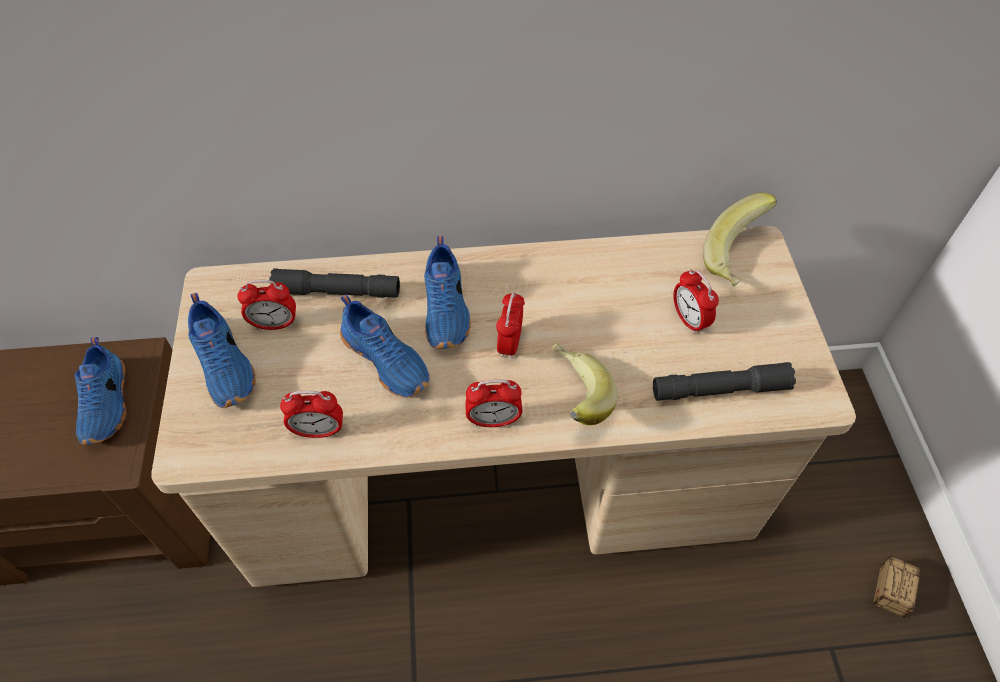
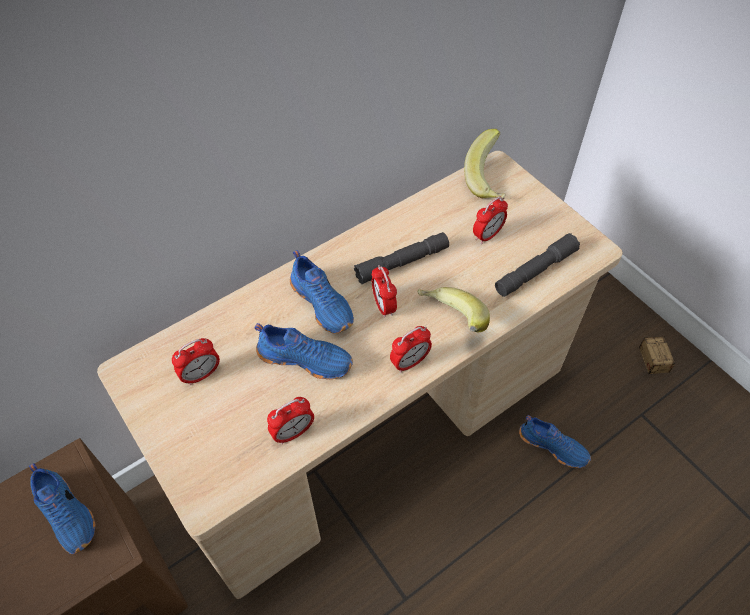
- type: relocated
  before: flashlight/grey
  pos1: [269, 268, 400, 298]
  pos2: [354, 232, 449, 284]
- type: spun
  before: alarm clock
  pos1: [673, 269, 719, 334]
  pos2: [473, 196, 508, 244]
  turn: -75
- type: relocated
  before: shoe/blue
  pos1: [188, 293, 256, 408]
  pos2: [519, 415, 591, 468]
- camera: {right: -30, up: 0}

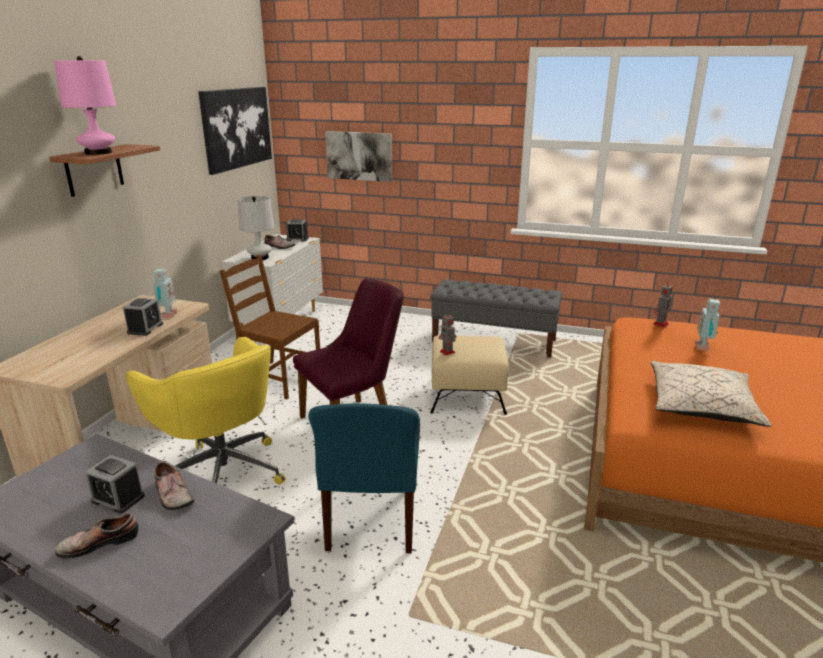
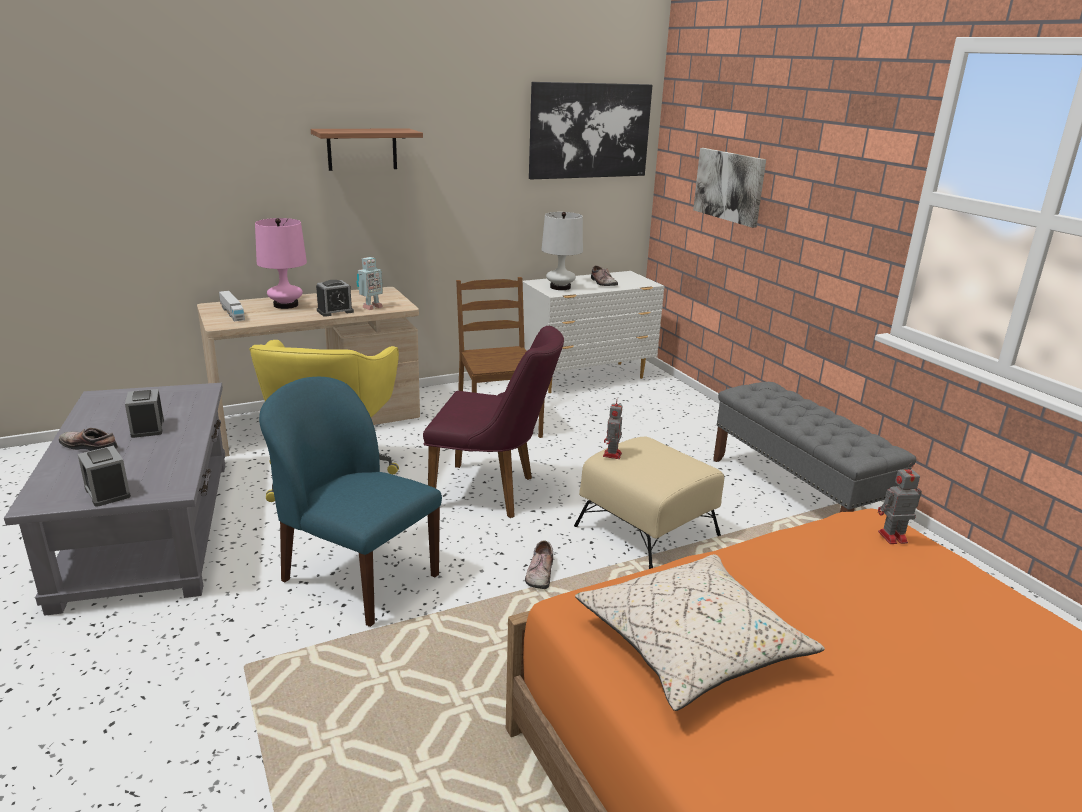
- type: relocated
  before: alarm clock
  pos1: [286, 219, 309, 242]
  pos2: [78, 446, 131, 507]
- type: appeared
  after: toy truck
  pos2: [219, 291, 245, 321]
- type: relocated
  before: table lamp/pink
  pos1: [54, 56, 116, 155]
  pos2: [255, 218, 307, 309]
- type: spun
  before: chair/blue
  pos1: [308, 403, 420, 553]
  pos2: [259, 377, 442, 627]
  turn: 75
- type: relocated
  before: shoe
  pos1: [154, 462, 194, 510]
  pos2: [525, 540, 553, 589]
- type: missing
  before: toy robot
  pos1: [695, 299, 720, 351]
- camera: {right: 45, up: 0}

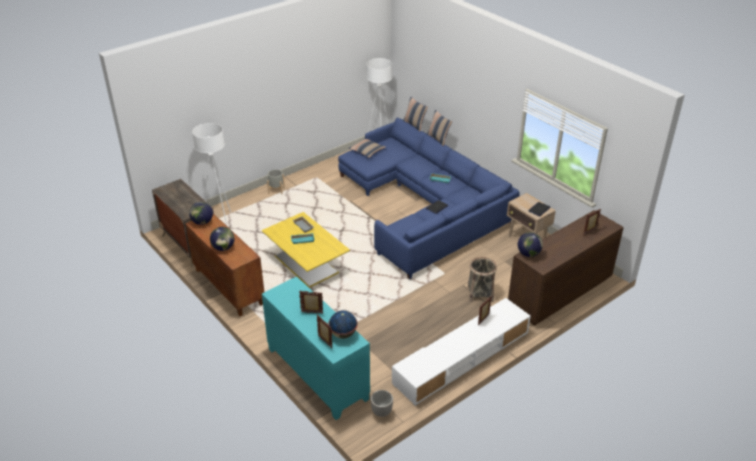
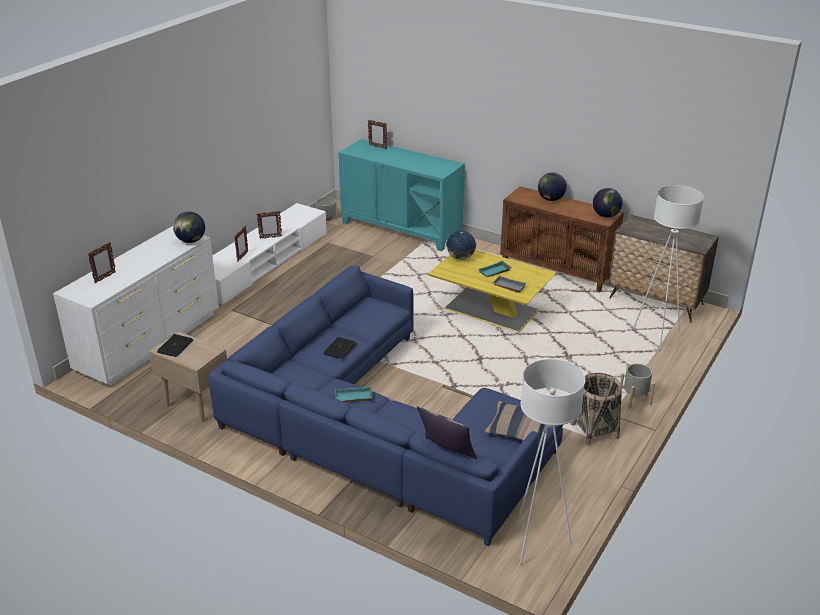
- type: colour
  before: dresser/brown
  after: dresser/white
  pos1: [508, 210, 624, 326]
  pos2: [53, 226, 219, 386]
- type: relocated
  before: picture frame
  pos1: [299, 291, 323, 313]
  pos2: [256, 211, 282, 239]
- type: relocated
  before: globe
  pos1: [328, 310, 358, 339]
  pos2: [446, 231, 476, 260]
- type: relocated
  before: basket
  pos1: [467, 257, 497, 302]
  pos2: [571, 373, 622, 446]
- type: missing
  before: pillow
  pos1: [427, 110, 452, 146]
- camera: {right: 160, up: -5}

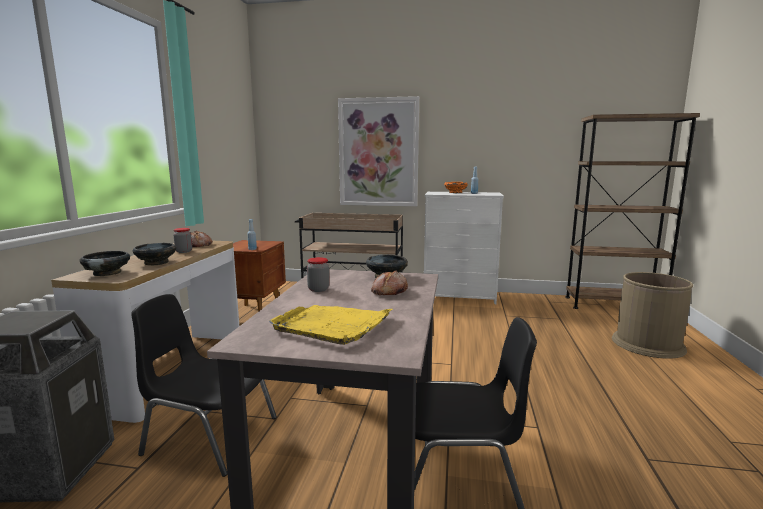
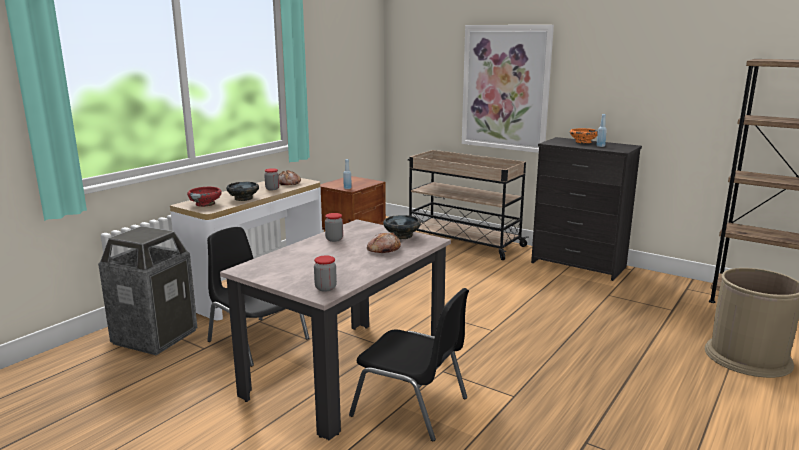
- type: colour
  before: bowl/black
  after: bowl/red
  pos1: [79, 251, 130, 276]
  pos2: [187, 187, 222, 207]
- type: appeared
  after: jar
  pos2: [314, 255, 337, 291]
- type: colour
  before: dresser/white
  after: dresser/black
  pos1: [424, 192, 504, 304]
  pos2: [531, 137, 642, 281]
- type: missing
  before: tray/yellow
  pos1: [269, 305, 392, 345]
- camera: {right: 25, up: 5}

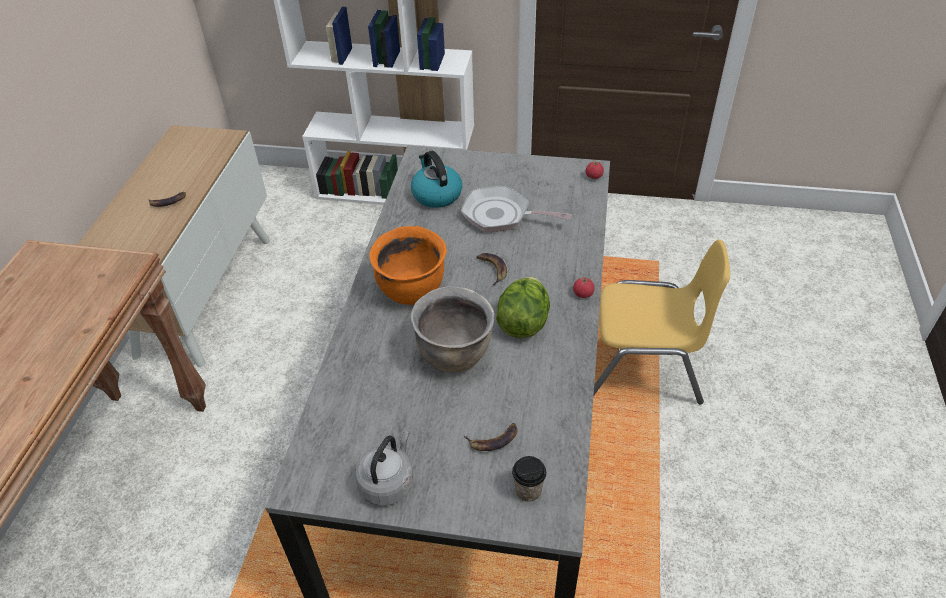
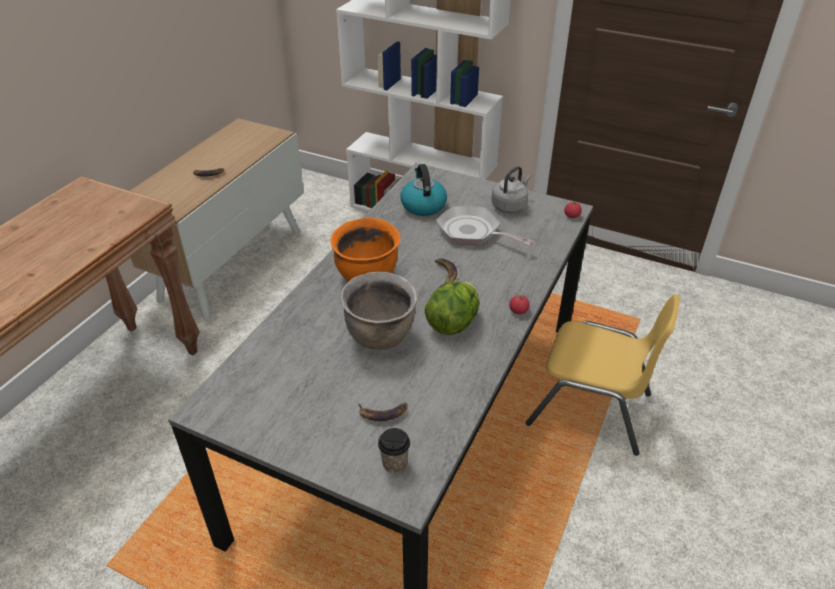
- type: relocated
  before: kettle/grey
  pos1: [355, 431, 413, 506]
  pos2: [491, 166, 530, 213]
- camera: {right: 15, up: -5}

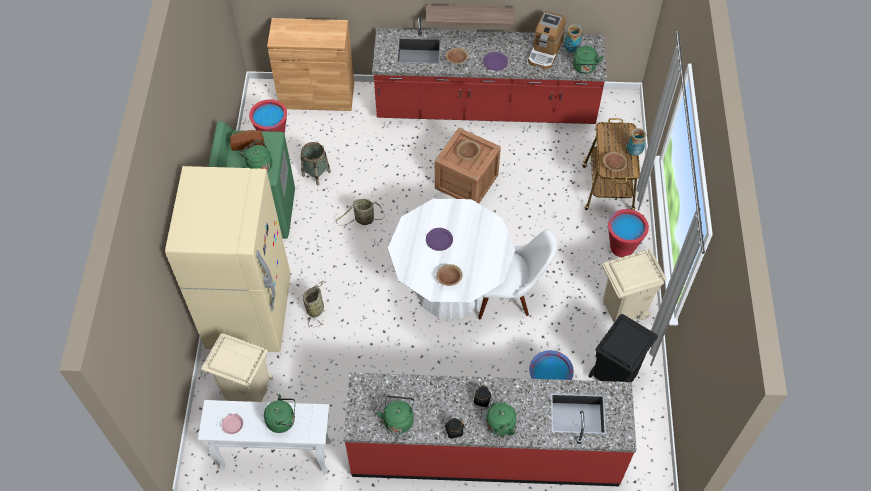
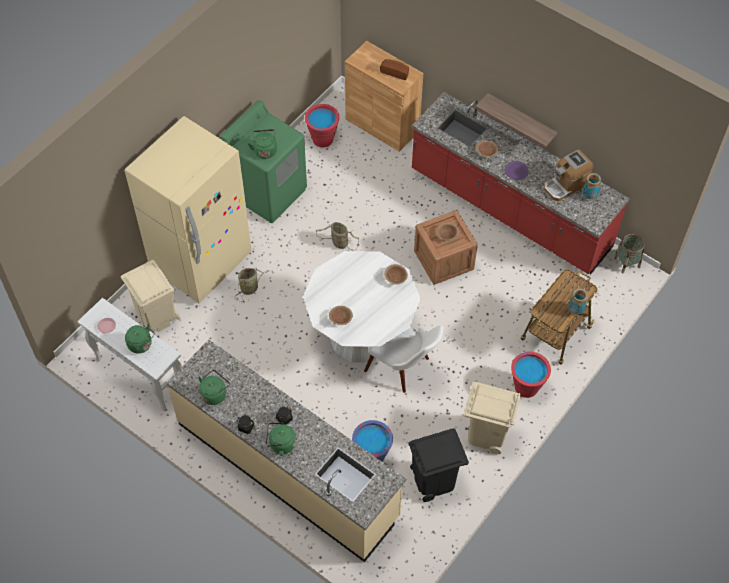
- type: colour
  before: counter/red
  after: counter/beige
  pos1: [343, 372, 637, 486]
  pos2: [166, 340, 406, 562]
- type: relocated
  before: bread
  pos1: [230, 130, 265, 151]
  pos2: [380, 59, 409, 80]
- type: relocated
  before: bowl/brown
  pos1: [603, 152, 627, 171]
  pos2: [384, 264, 408, 285]
- type: relocated
  before: basket
  pos1: [301, 142, 331, 185]
  pos2: [613, 233, 645, 273]
- type: missing
  before: plate/purple
  pos1: [426, 228, 453, 251]
- type: missing
  before: kettle/green
  pos1: [573, 46, 604, 74]
- camera: {right: 35, up: 0}

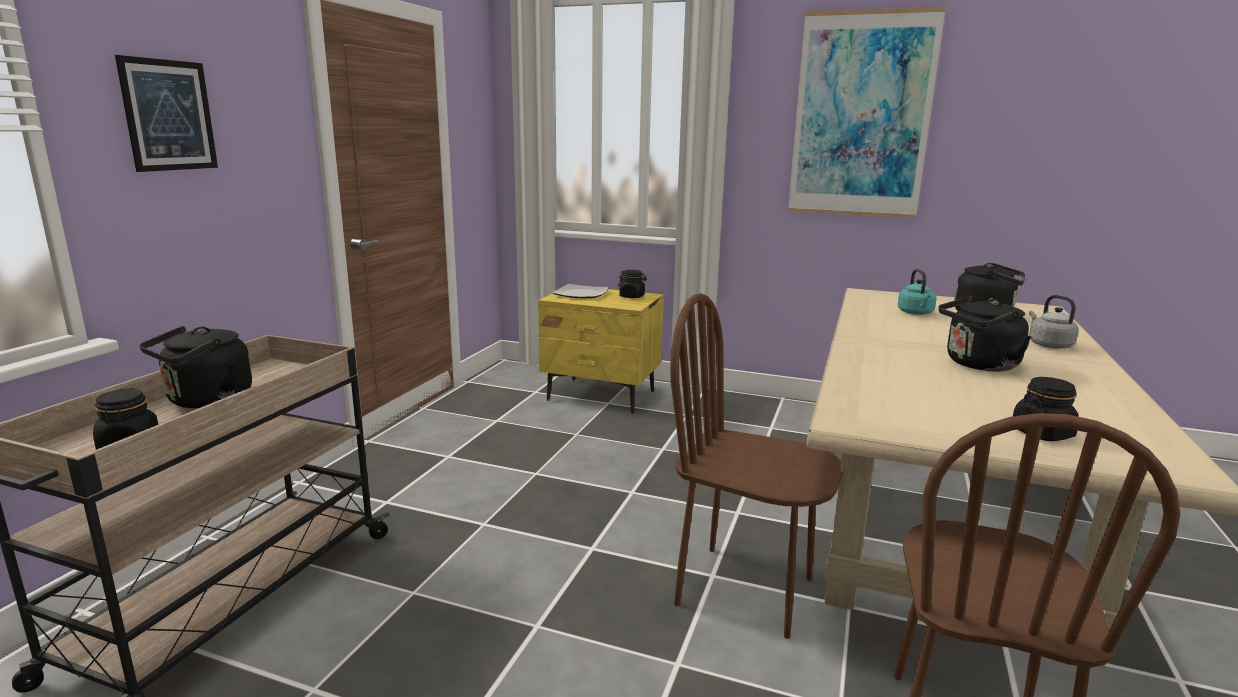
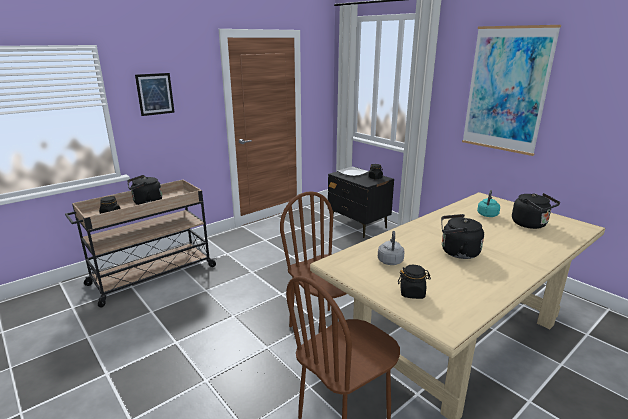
- type: colour
  before: nightstand/yellow
  after: nightstand/black
  pos1: [538, 289, 664, 414]
  pos2: [328, 167, 394, 238]
- type: relocated
  before: kettle/grey
  pos1: [1029, 295, 1079, 349]
  pos2: [378, 231, 405, 265]
- camera: {right: 30, up: 5}

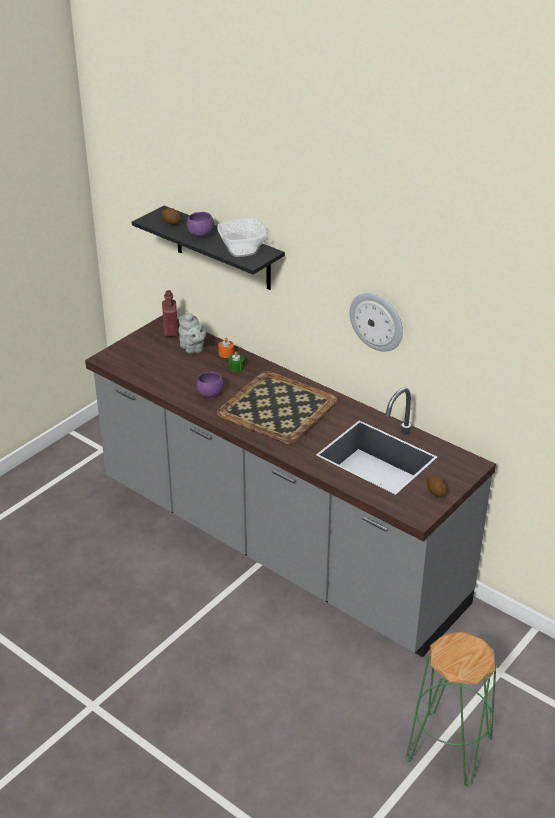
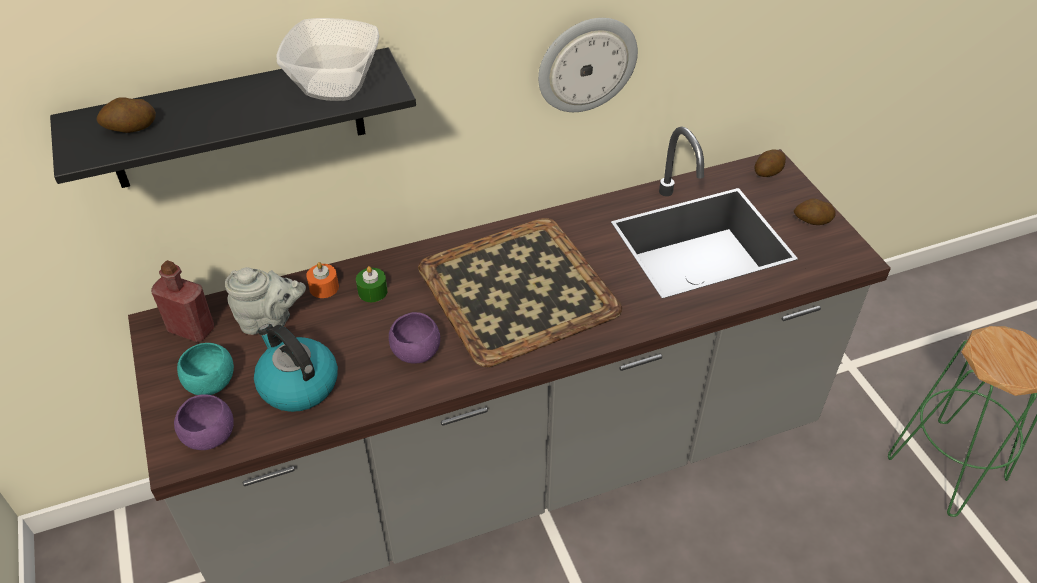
- type: relocated
  before: bowl/purple
  pos1: [187, 212, 214, 237]
  pos2: [174, 394, 234, 450]
- type: appeared
  after: bowl/turquoise
  pos2: [177, 343, 234, 395]
- type: appeared
  after: kettle
  pos2: [254, 324, 338, 412]
- type: appeared
  after: potato
  pos2: [755, 149, 786, 177]
- camera: {right: -60, up: 10}

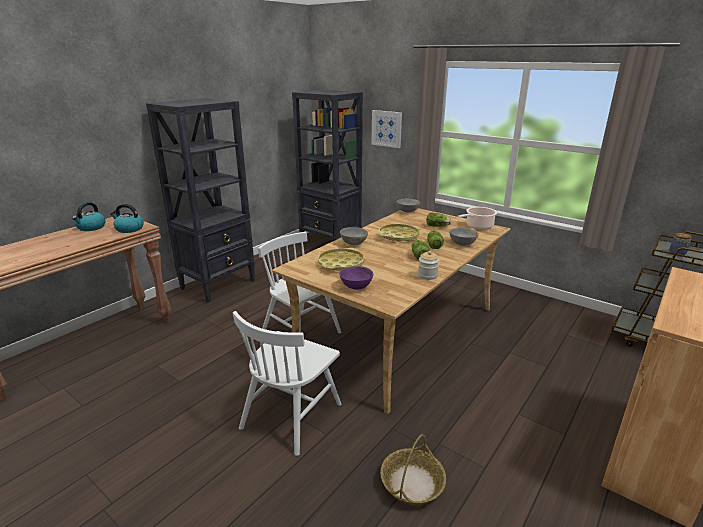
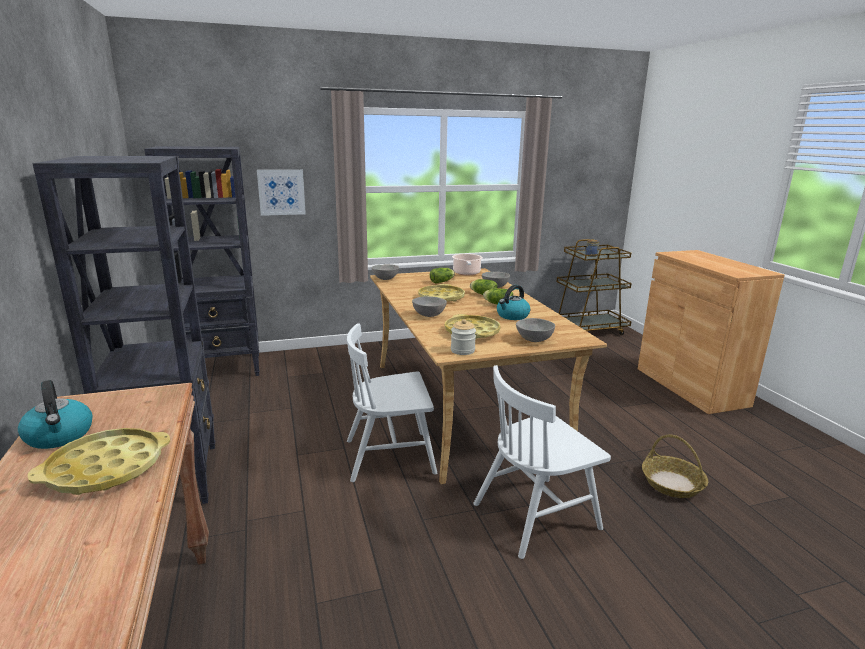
- type: appeared
  after: tray/yellow
  pos2: [28, 428, 170, 495]
- type: relocated
  before: jar
  pos1: [418, 251, 439, 280]
  pos2: [451, 319, 476, 355]
- type: spun
  before: chair/white
  pos1: [233, 311, 341, 456]
  pos2: [473, 365, 611, 559]
  turn: 90
- type: relocated
  before: kettle
  pos1: [110, 204, 144, 233]
  pos2: [497, 285, 530, 320]
- type: colour
  before: bowl/purple
  after: bowl/grey
  pos1: [339, 266, 373, 289]
  pos2: [516, 318, 555, 342]
- camera: {right: -55, up: -5}

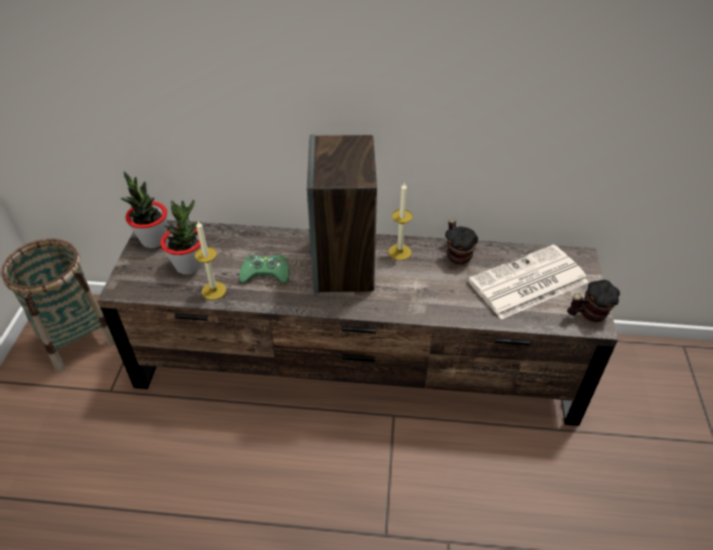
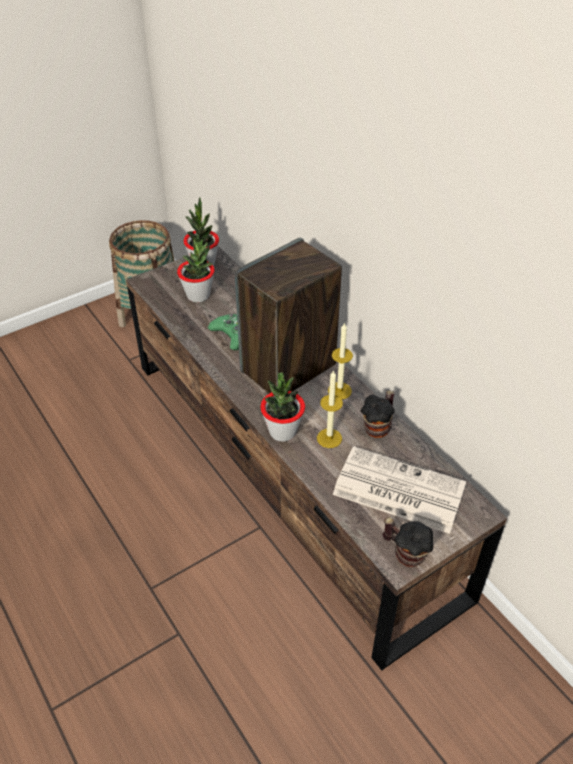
- type: appeared
  after: potted plant
  pos2: [260, 372, 305, 442]
- type: relocated
  before: candle
  pos1: [195, 221, 226, 300]
  pos2: [317, 370, 343, 448]
- camera: {right: 50, up: 0}

